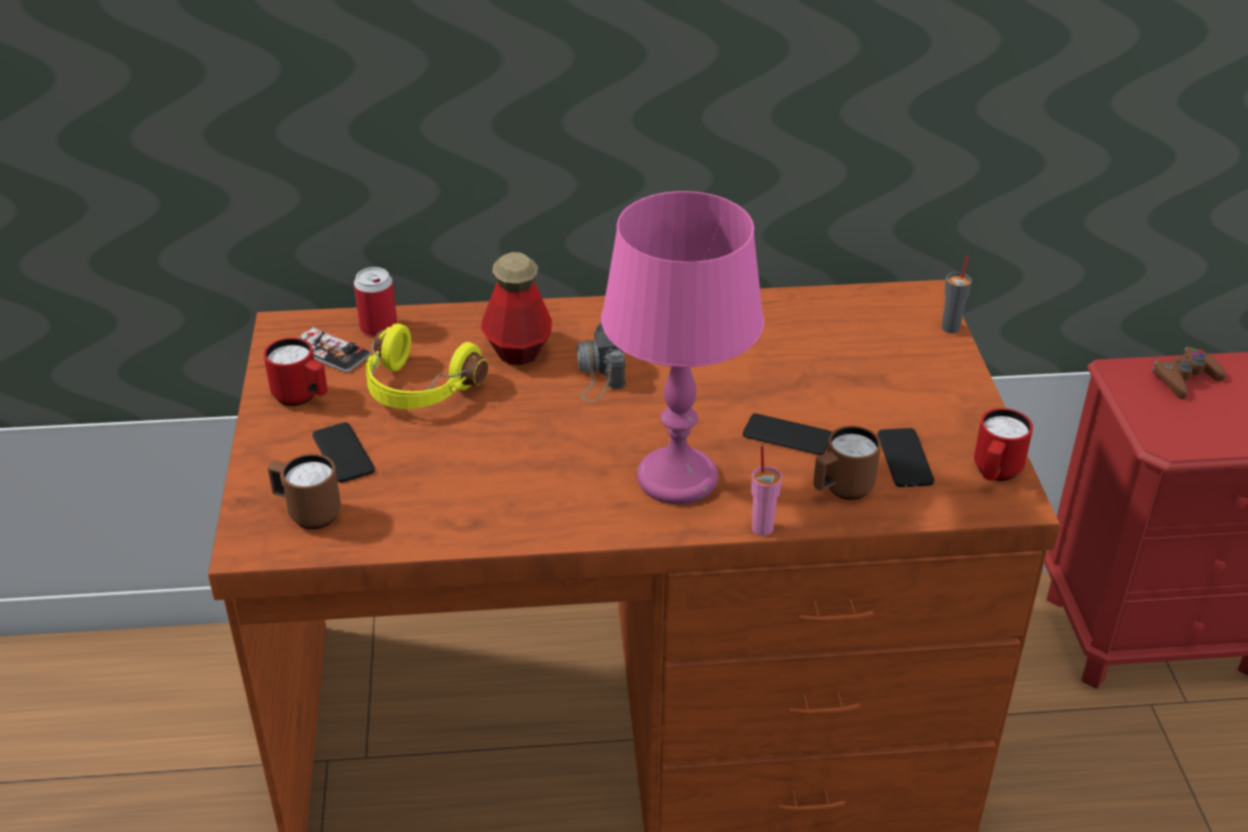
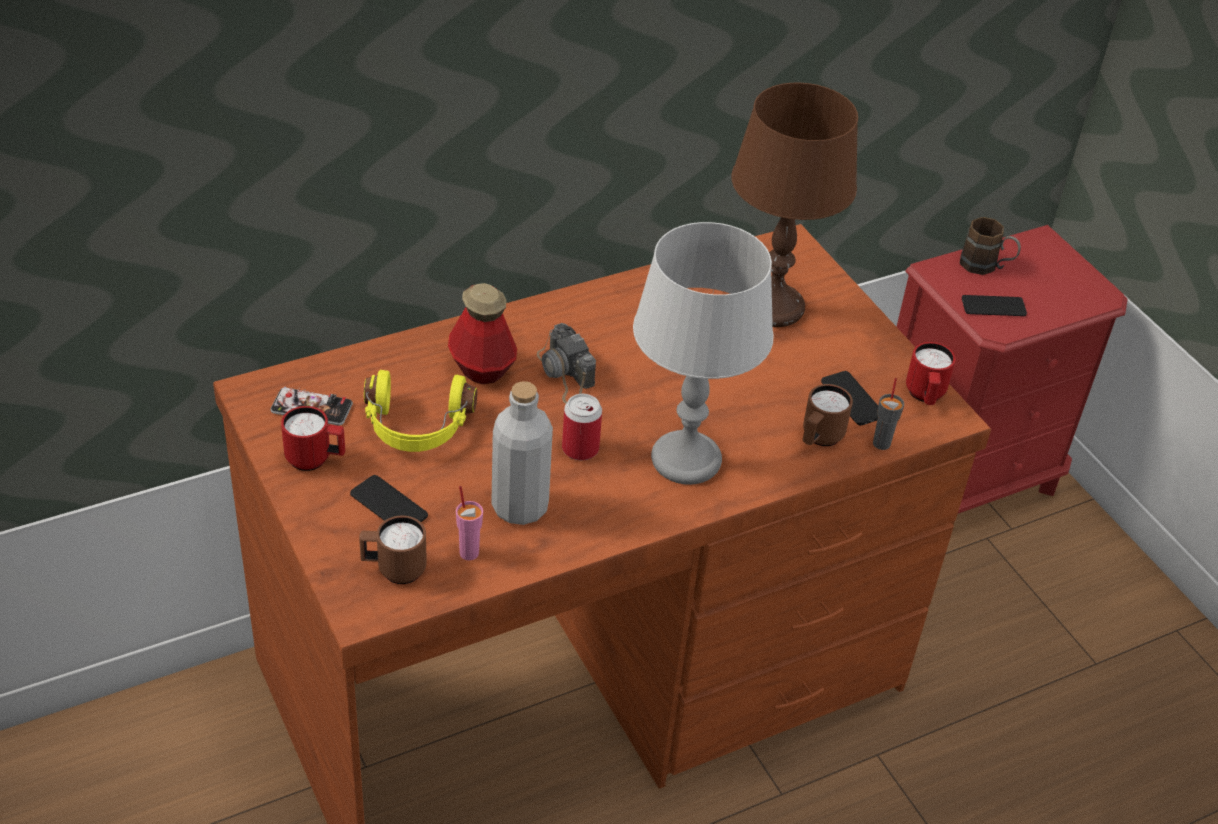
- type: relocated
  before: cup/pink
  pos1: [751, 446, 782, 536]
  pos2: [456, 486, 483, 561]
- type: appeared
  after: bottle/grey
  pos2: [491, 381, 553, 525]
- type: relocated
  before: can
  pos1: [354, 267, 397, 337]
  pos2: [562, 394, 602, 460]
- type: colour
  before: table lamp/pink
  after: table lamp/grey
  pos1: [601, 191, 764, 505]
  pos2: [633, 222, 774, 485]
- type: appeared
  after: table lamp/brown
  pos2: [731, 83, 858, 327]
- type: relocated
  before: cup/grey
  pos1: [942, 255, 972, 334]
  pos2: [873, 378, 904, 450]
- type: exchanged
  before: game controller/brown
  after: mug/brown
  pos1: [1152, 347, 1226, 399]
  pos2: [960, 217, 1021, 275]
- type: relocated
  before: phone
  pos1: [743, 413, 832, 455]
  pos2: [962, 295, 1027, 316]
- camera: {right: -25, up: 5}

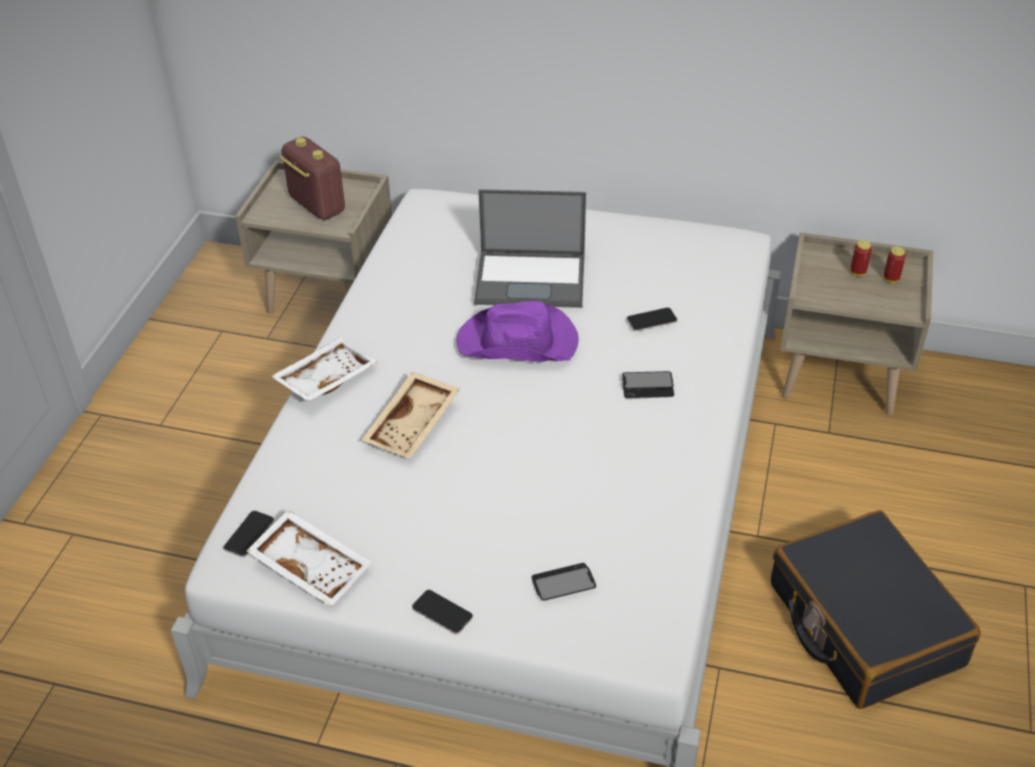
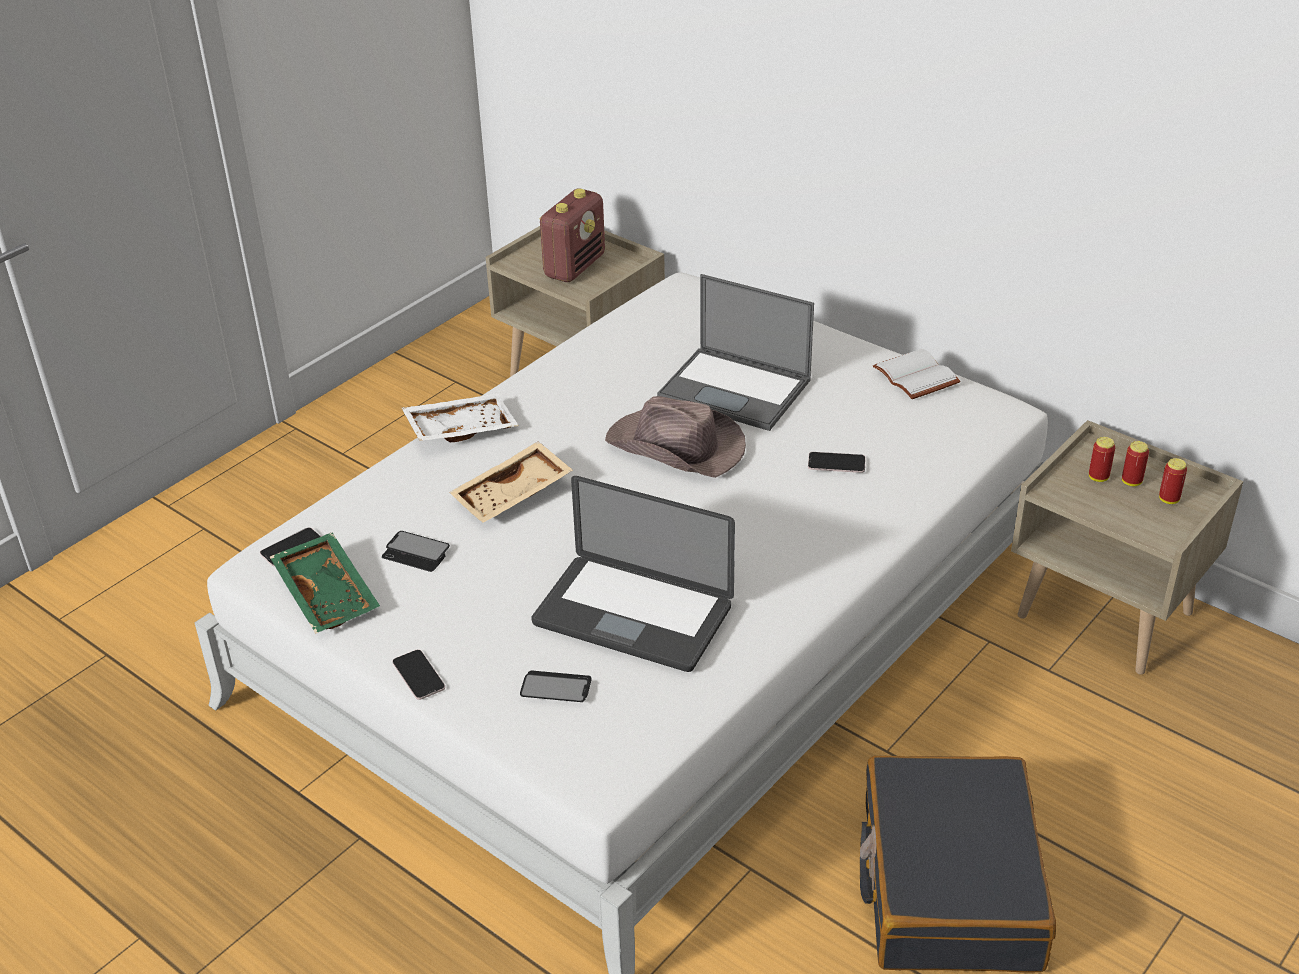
- type: colour
  before: tray/white
  after: tray/green
  pos1: [246, 510, 372, 607]
  pos2: [270, 533, 380, 633]
- type: relocated
  before: phone
  pos1: [622, 371, 674, 398]
  pos2: [382, 531, 450, 572]
- type: appeared
  after: laptop
  pos2: [531, 476, 735, 672]
- type: spun
  before: radio
  pos1: [279, 136, 345, 220]
  pos2: [540, 189, 605, 282]
  turn: 45
- type: colour
  before: hat/purple
  after: hat/brown
  pos1: [457, 301, 579, 362]
  pos2: [605, 396, 746, 478]
- type: appeared
  after: book/white
  pos2: [873, 349, 960, 399]
- type: appeared
  after: can
  pos2: [1089, 437, 1115, 482]
- camera: {right: 25, up: -5}

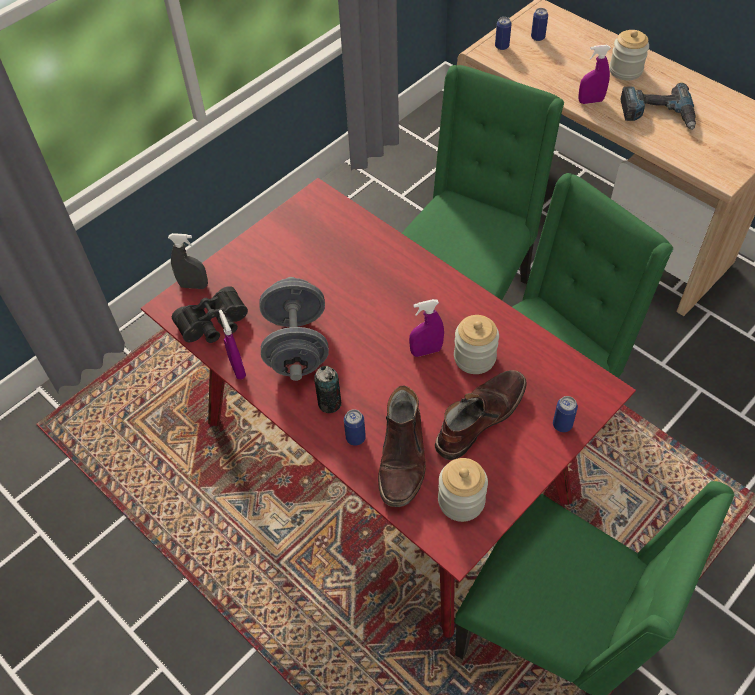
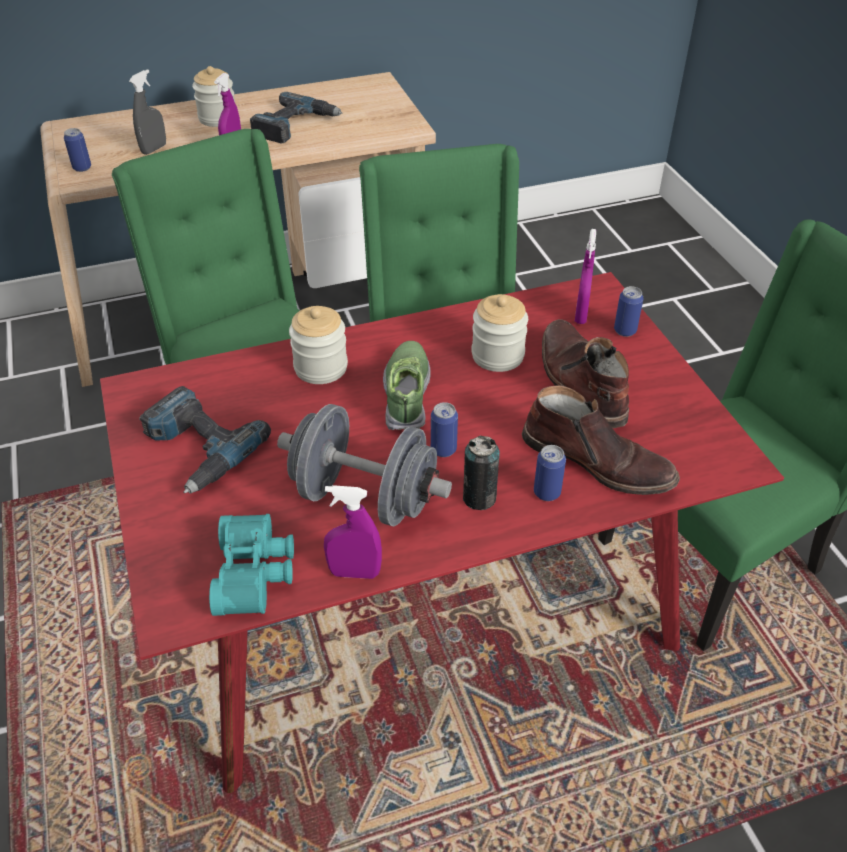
- type: relocated
  before: spray bottle/grey
  pos1: [168, 233, 208, 289]
  pos2: [129, 69, 166, 155]
- type: appeared
  after: power drill
  pos2: [139, 386, 271, 493]
- type: colour
  before: binoculars/black
  after: binoculars/turquoise
  pos1: [172, 286, 248, 343]
  pos2: [209, 514, 294, 616]
- type: relocated
  before: jar
  pos1: [438, 458, 488, 522]
  pos2: [289, 306, 348, 384]
- type: appeared
  after: shoe
  pos2: [383, 341, 431, 430]
- type: relocated
  before: can
  pos1: [531, 8, 548, 41]
  pos2: [431, 402, 458, 457]
- type: relocated
  before: spray bottle/purple
  pos1: [409, 299, 444, 357]
  pos2: [575, 229, 596, 324]
- camera: {right: -65, up: -10}

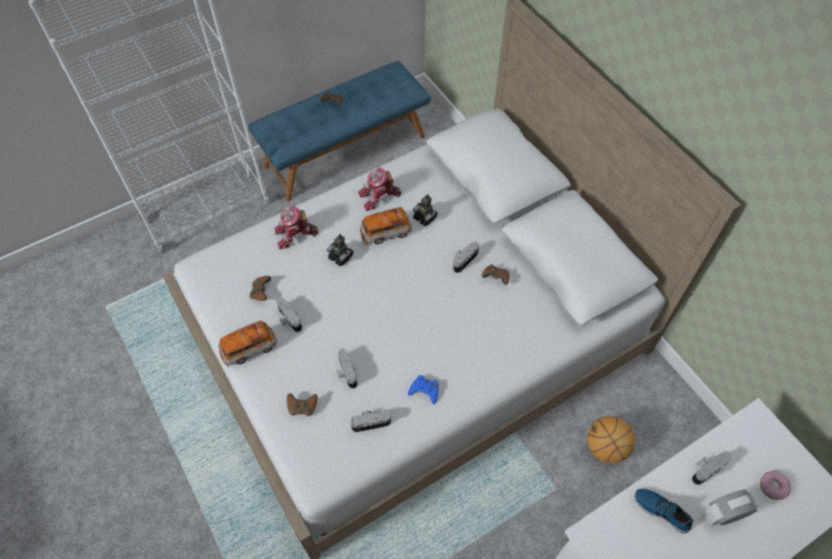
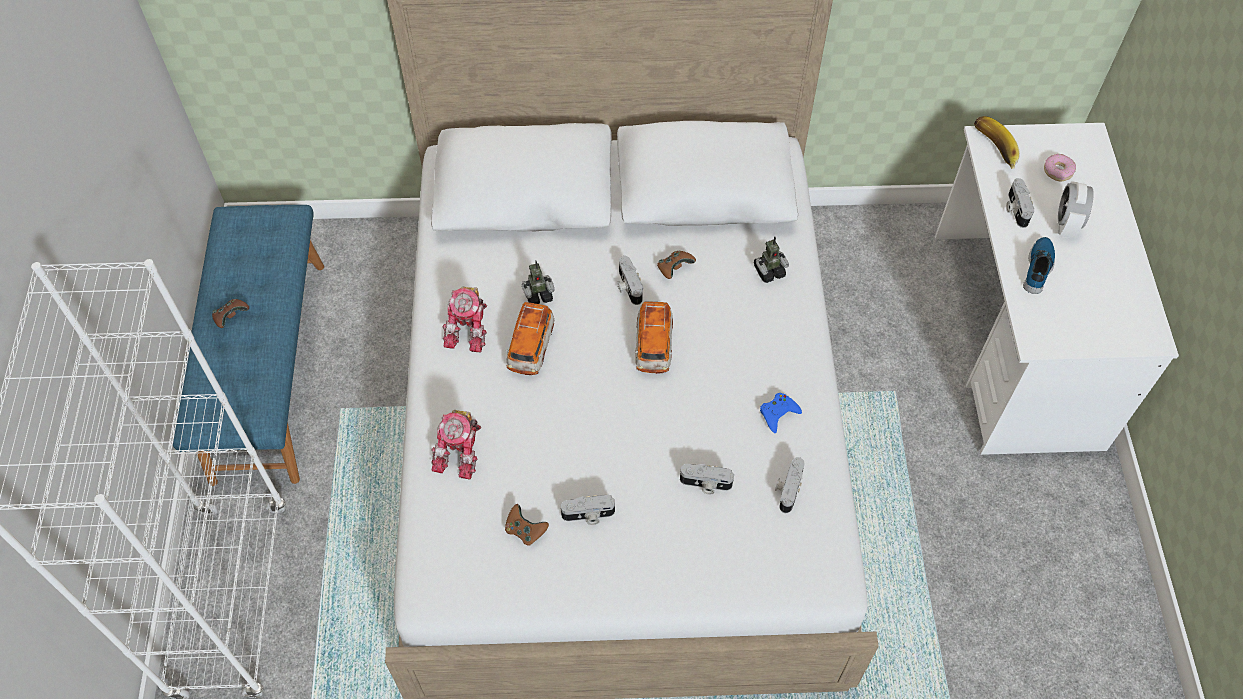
- type: relocated
  before: toy car
  pos1: [218, 321, 277, 366]
  pos2: [635, 302, 673, 374]
- type: relocated
  before: toy robot
  pos1: [327, 234, 353, 266]
  pos2: [754, 236, 789, 283]
- type: appeared
  after: banana
  pos2: [974, 116, 1020, 169]
- type: spun
  before: shoe
  pos1: [635, 489, 694, 534]
  pos2: [1023, 237, 1055, 294]
  turn: 135
- type: missing
  before: game controller/brown
  pos1: [287, 393, 318, 416]
- type: missing
  before: basketball
  pos1: [587, 416, 635, 463]
- camera: {right: -60, up: 0}

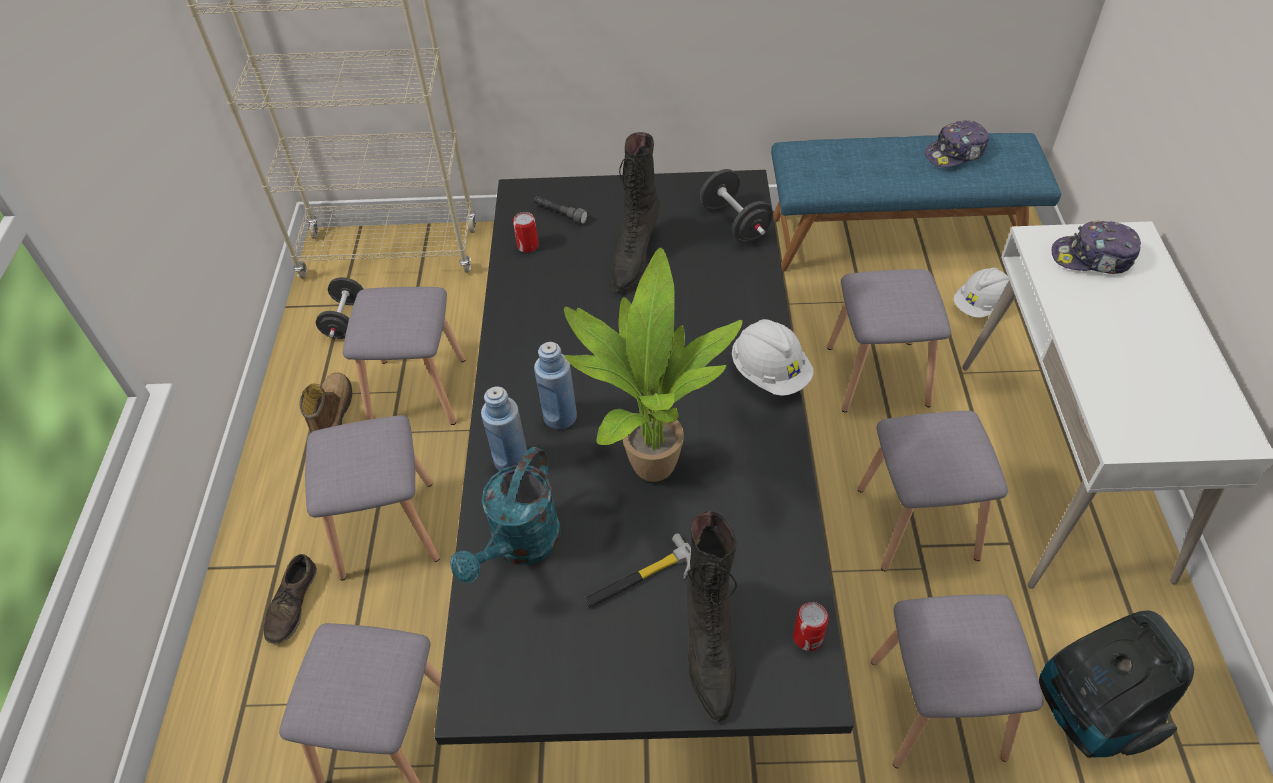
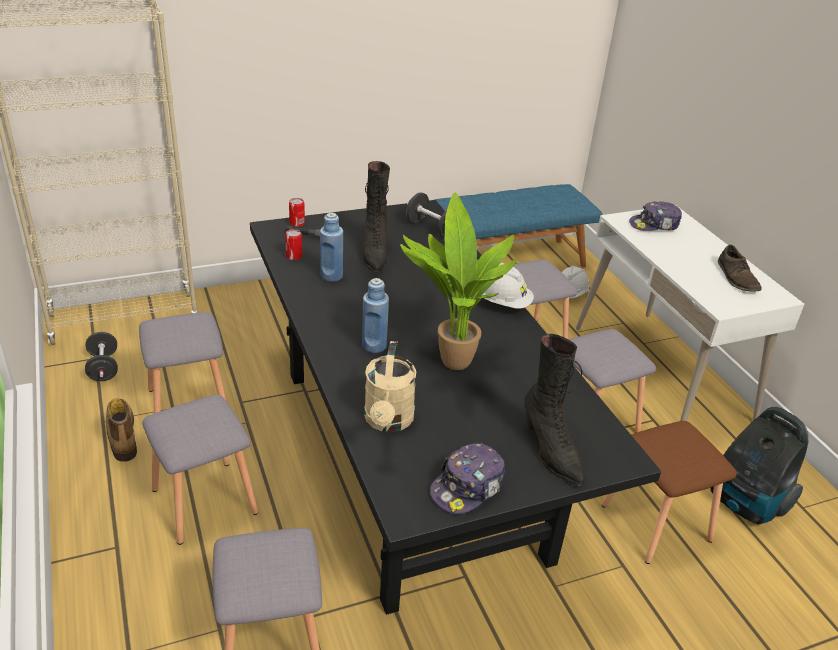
- type: relocated
  before: can
  pos1: [793, 602, 829, 651]
  pos2: [289, 198, 305, 227]
- type: relocated
  before: bottle/blue
  pos1: [481, 386, 527, 471]
  pos2: [320, 213, 343, 282]
- type: colour
  before: watering can/turquoise
  after: watering can/beige
  pos1: [450, 447, 561, 583]
  pos2: [364, 341, 416, 432]
- type: relocated
  before: cap
  pos1: [925, 121, 989, 167]
  pos2: [430, 443, 505, 514]
- type: colour
  before: stool/grey
  after: stool/brown
  pos1: [871, 594, 1044, 768]
  pos2: [602, 421, 737, 564]
- type: relocated
  before: shoe/brown
  pos1: [264, 554, 317, 643]
  pos2: [718, 245, 762, 292]
- type: missing
  before: hammer
  pos1: [584, 533, 691, 607]
- camera: {right: -25, up: -15}

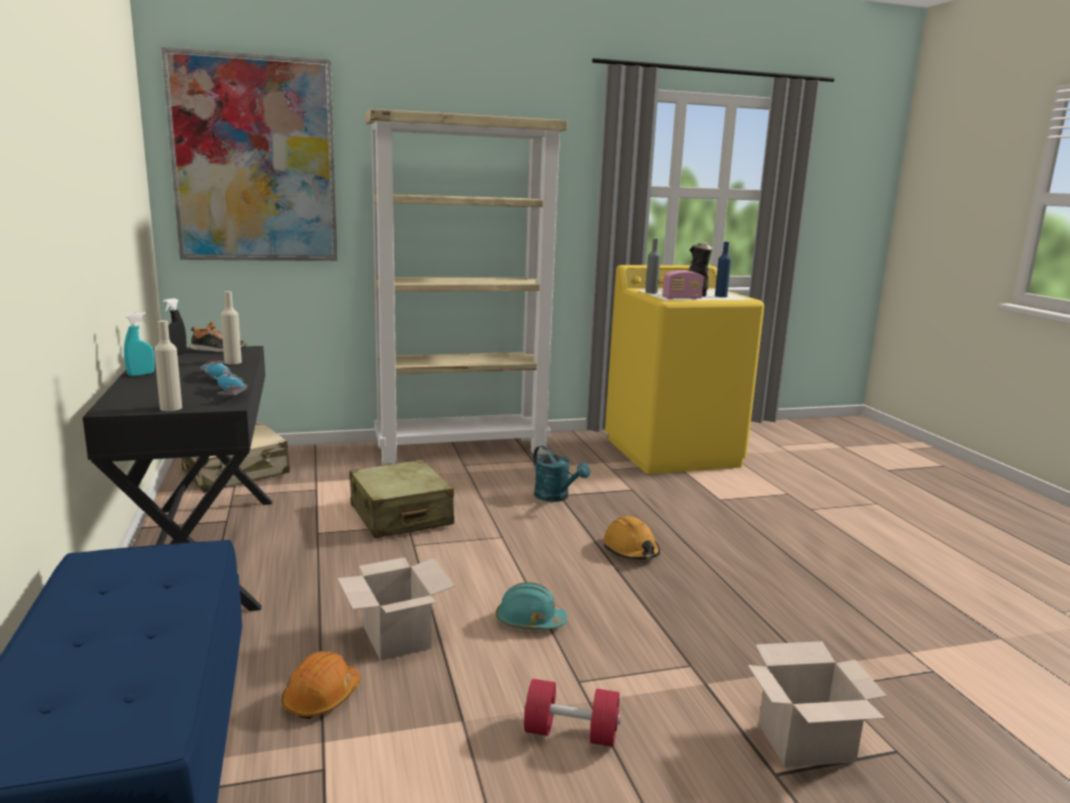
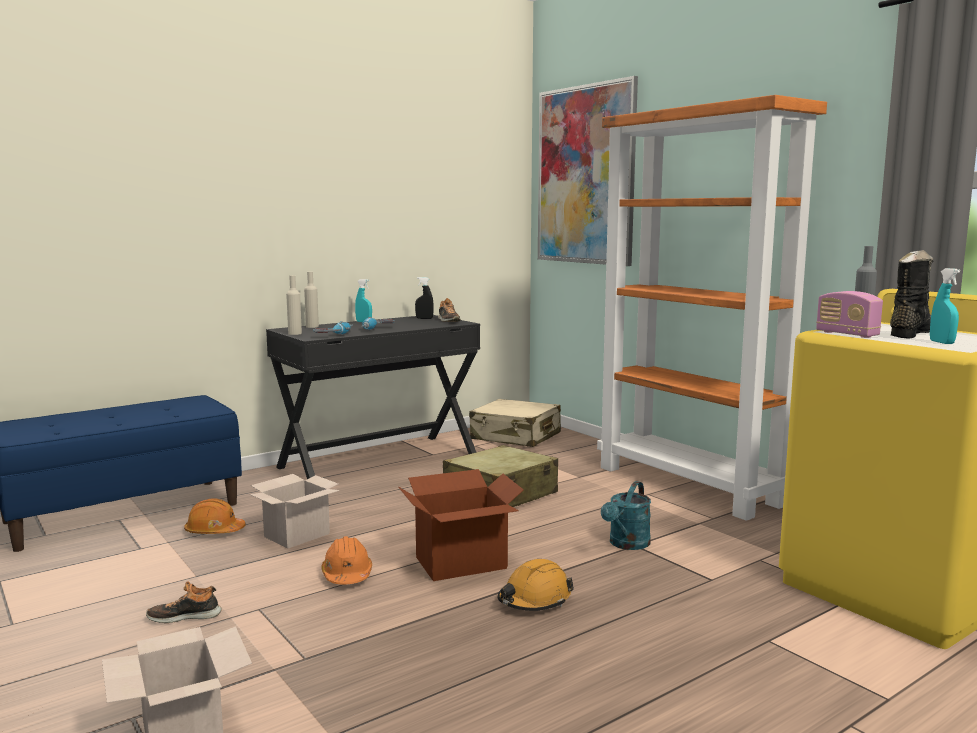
- type: exchanged
  before: dumbbell/red
  after: shoe
  pos1: [524, 679, 621, 747]
  pos2: [146, 581, 222, 623]
- type: relocated
  before: bottle/beige
  pos1: [221, 291, 242, 364]
  pos2: [304, 272, 319, 328]
- type: colour
  before: hard hat/turquoise
  after: hard hat/orange
  pos1: [496, 582, 568, 629]
  pos2: [321, 536, 372, 585]
- type: appeared
  after: cardboard box
  pos2: [398, 469, 524, 581]
- type: colour
  before: bookcase/beige
  after: bookcase/orange
  pos1: [365, 109, 567, 464]
  pos2: [597, 95, 827, 521]
- type: exchanged
  before: bottle/blue
  after: spray bottle/turquoise
  pos1: [715, 242, 731, 297]
  pos2: [930, 268, 960, 344]
- camera: {right: 70, up: -5}

